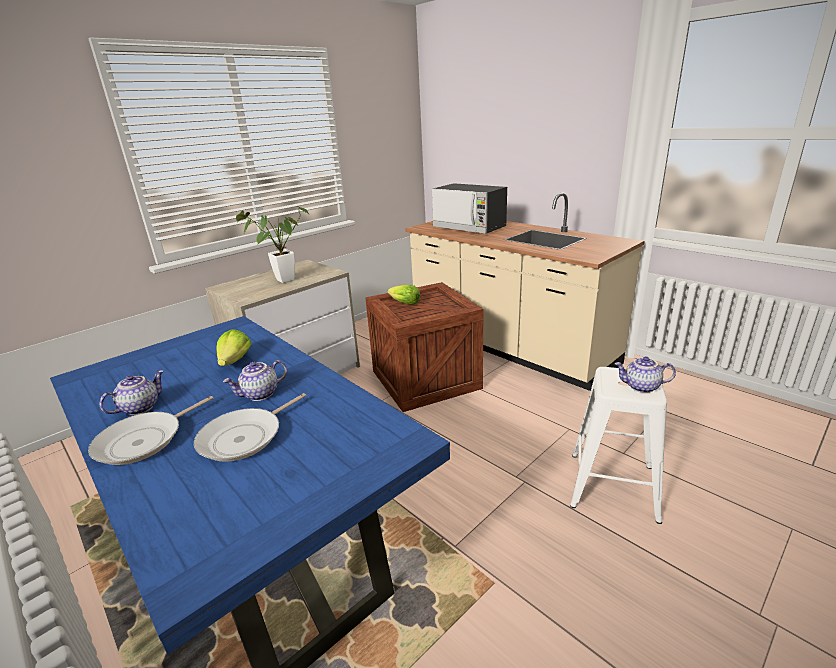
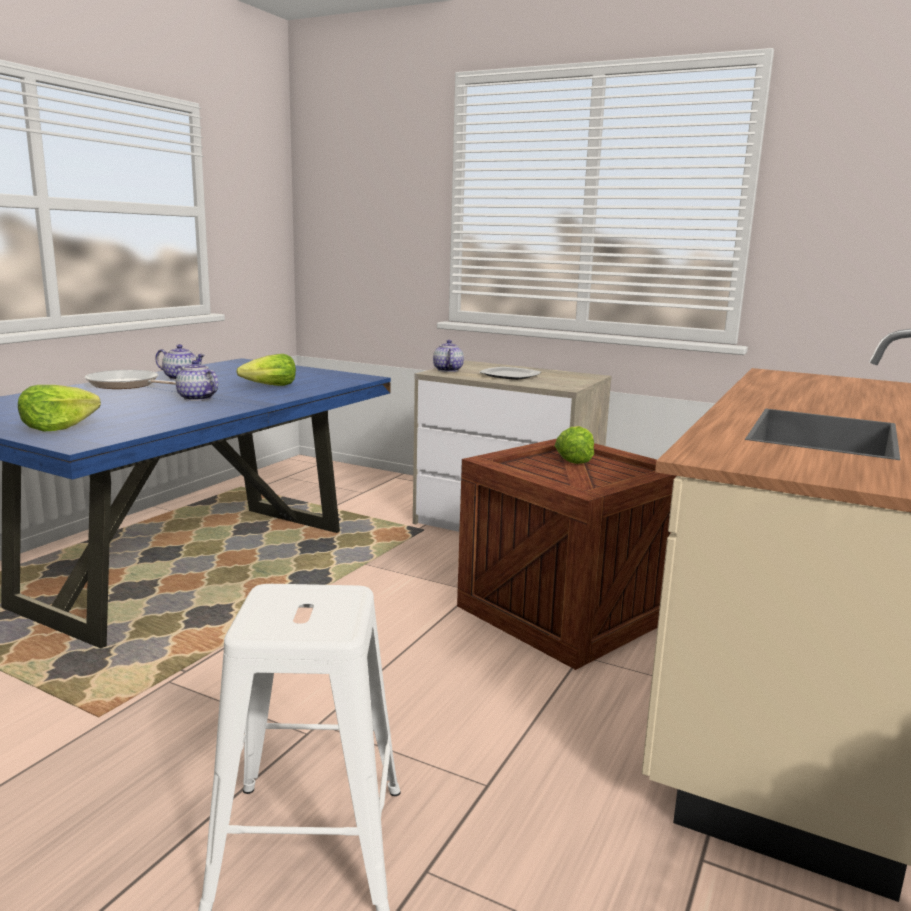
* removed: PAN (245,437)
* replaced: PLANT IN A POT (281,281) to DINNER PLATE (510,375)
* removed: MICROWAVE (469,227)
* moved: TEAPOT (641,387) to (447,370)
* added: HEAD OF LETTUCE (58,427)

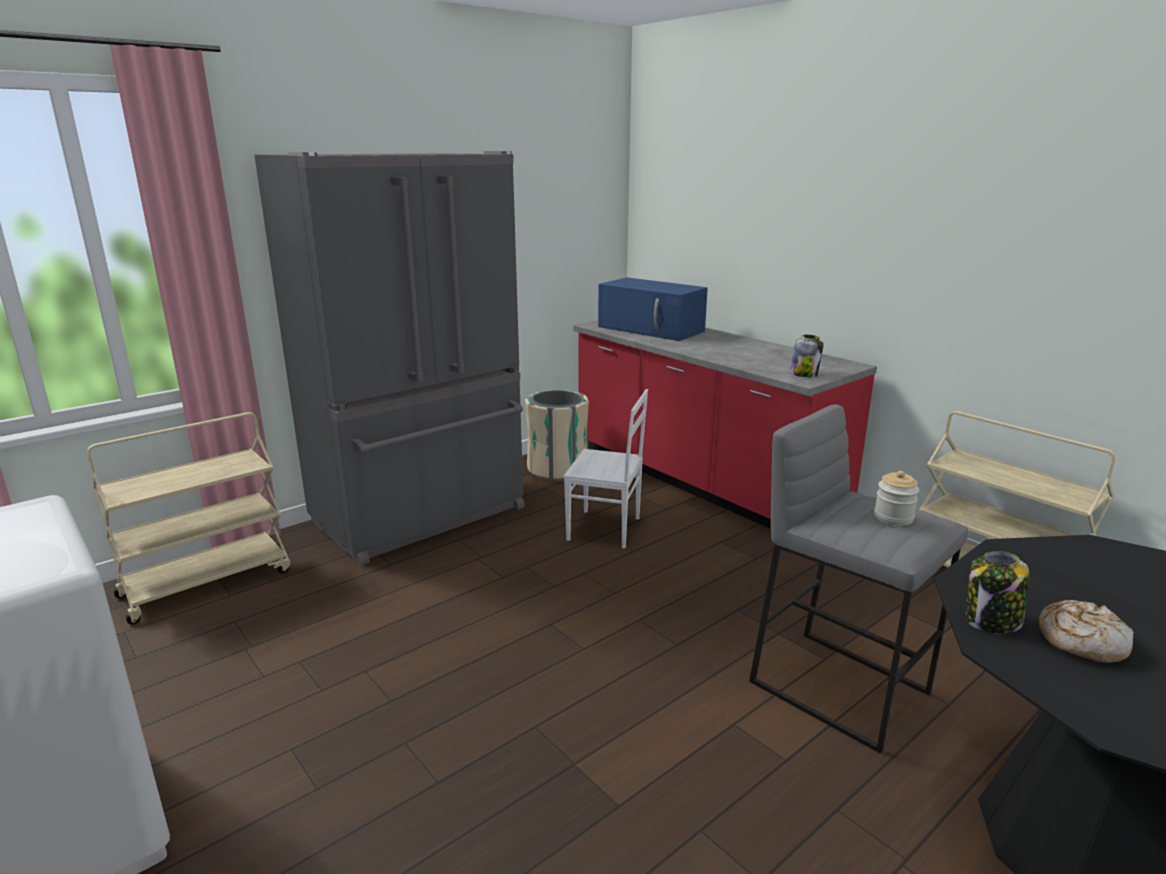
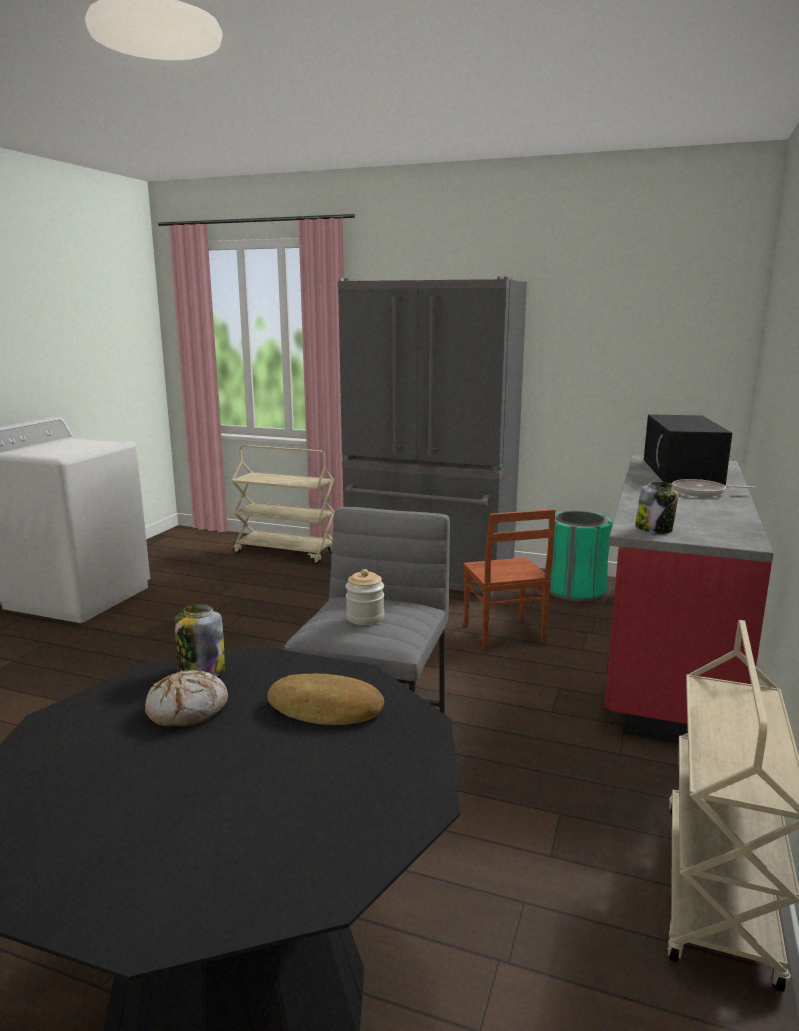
* recoloured: BEIGE-COLOURED WASTE BIN (557,470) to GREEN WASTE BIN (575,590)
* recoloured: WHITE PLAIN CHAIR (605,529) to BROWN PLAIN CHAIR (503,634)
* recoloured: BLUISH MICROWAVE (652,329) to BLACKISH MICROWAVE (682,471)
* added: BAKED BREAD (325,709)
* added: PAN (702,492)

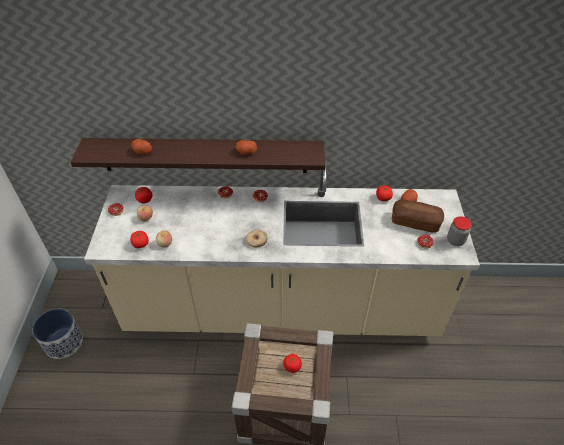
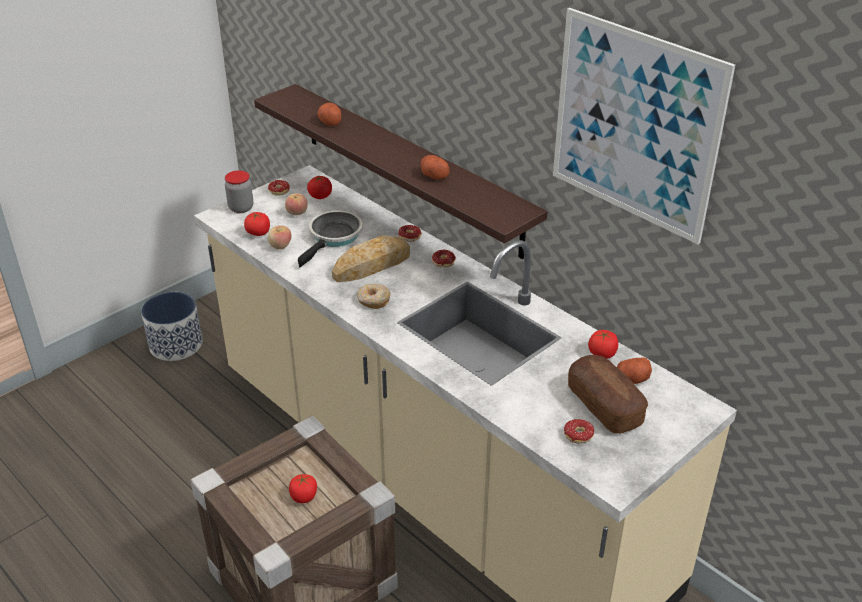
* moved: PRESERVE JAR (455,240) to (241,208)
* added: PAN (334,238)
* added: BAKED BREAD (372,265)
* added: PICTURE (635,125)

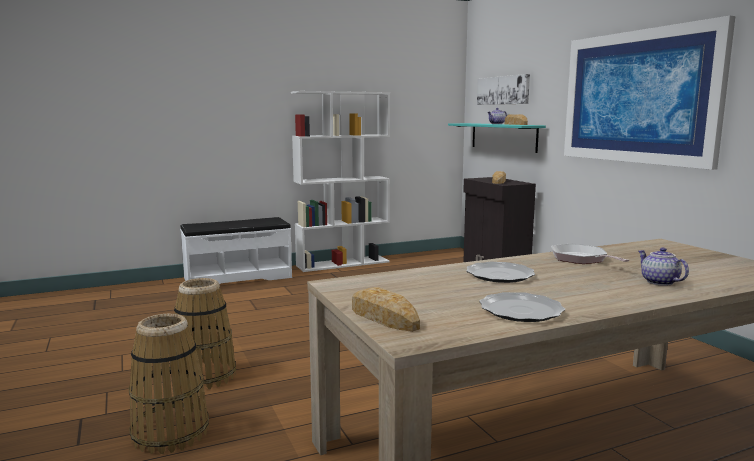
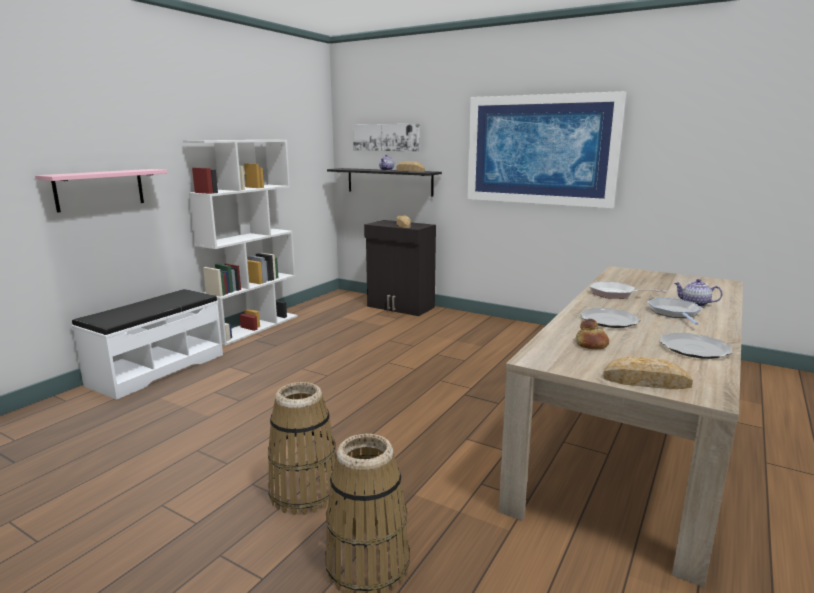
* recoloured: TURQUOISE BRACKET SHELF (503,137) to BLACKISH BRACKET SHELF (389,181)
* added: PINK BRACKET SHELF (100,189)
* added: BAKED BREAD (592,344)
* added: PAN (674,313)

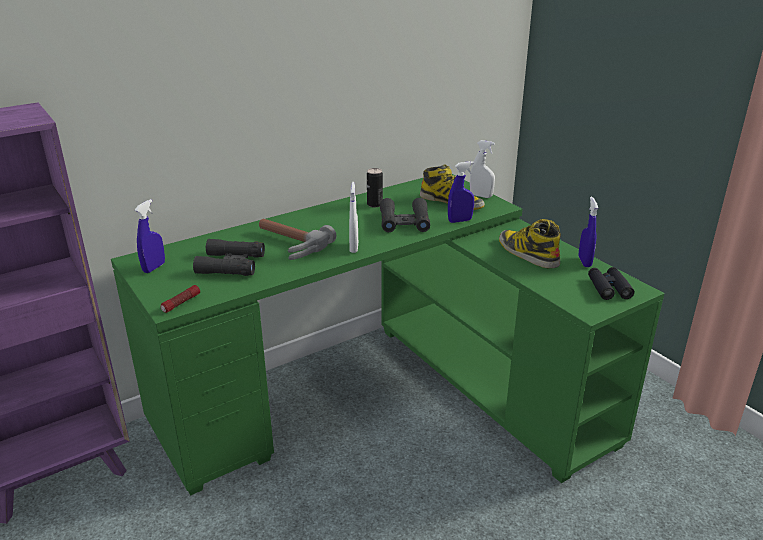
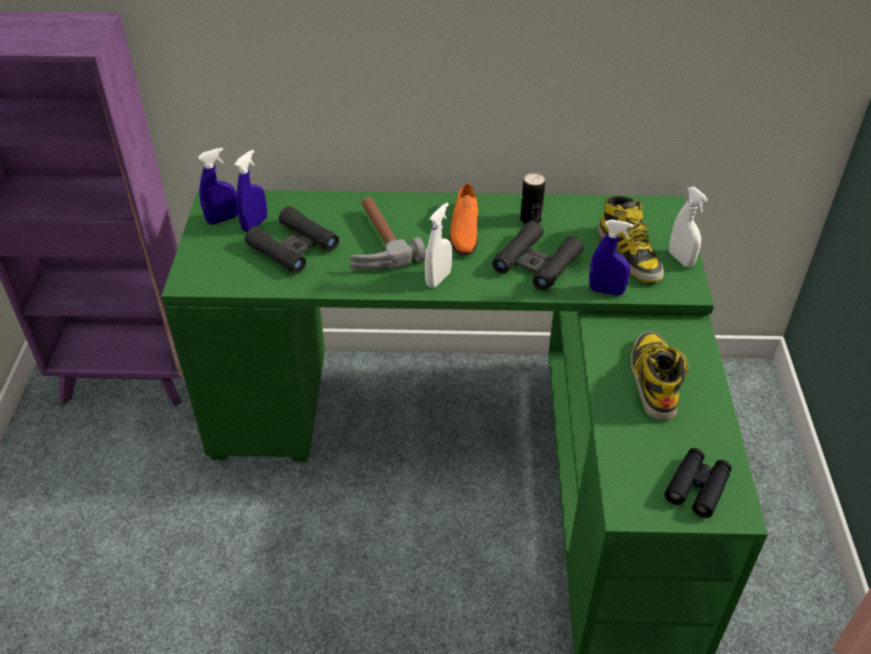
* removed: HAND TORCH (181,303)
* moved: BLUISH SPRAY BOTTLE (584,262) to (255,224)
* added: ORANGEY ITEM OF FOOTWEAR (464,229)

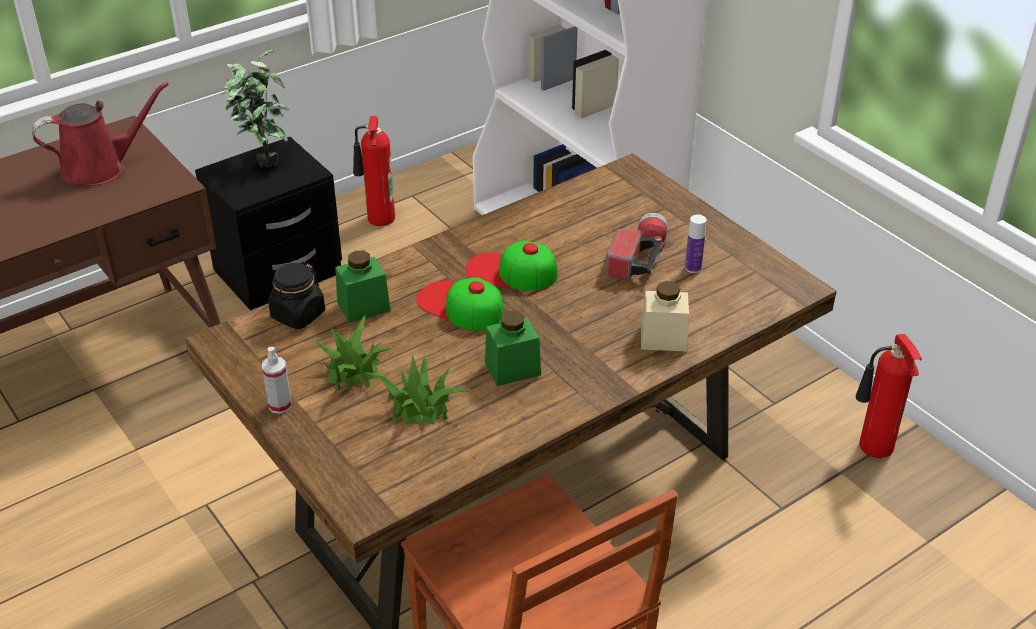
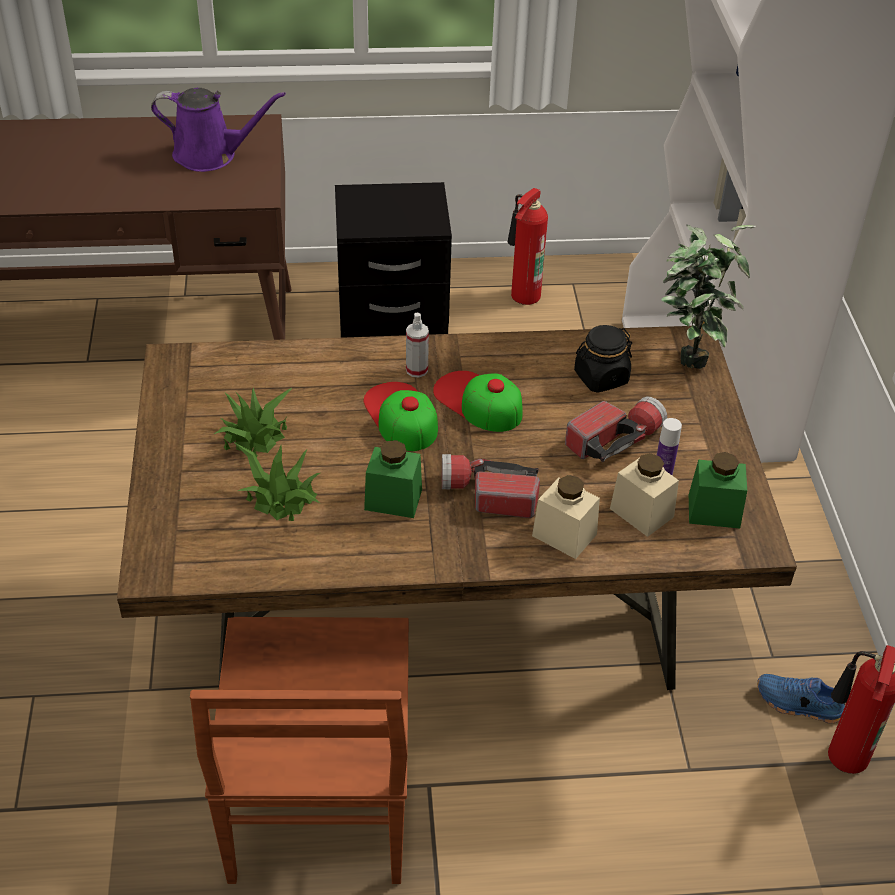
* recoloured: RED WATERING CAN (100,168) to PURPLE-COLOURED WATERING CAN (211,155)
* moved: PLANT IN A POT (263,159) to (690,352)
* moved: SPRAY BOTTLE (280,405) to (416,370)
* moved: BLACKISH PRESERVE JAR (298,315) to (600,377)
* moved: GREEN PRESERVE JAR (363,306) to (714,511)
* added: HAND TORCH (487,495)
* added: BEIGE-COLOURED PRESERVE JAR (641,512)
* added: BLUISH ITEM OF FOOTWEAR (798,705)

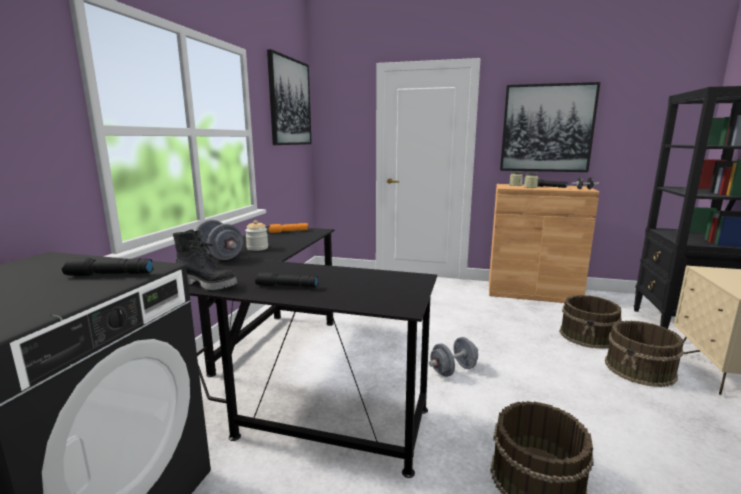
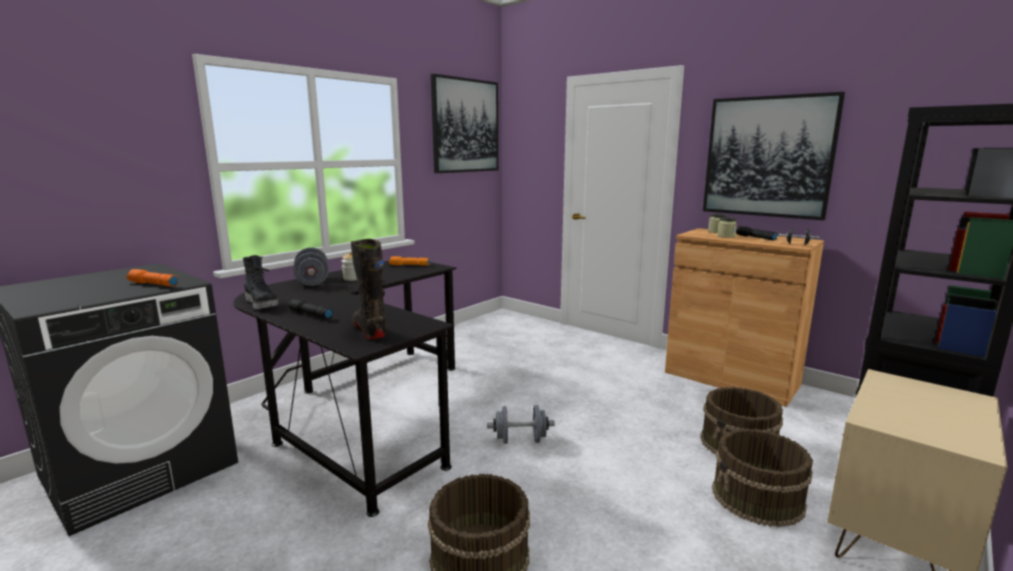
* recoloured: BLACKISH HAND TORCH (109,275) to ORANGEY HAND TORCH (153,284)
* added: BLACKISH HIGH-TOP BOOT (369,330)

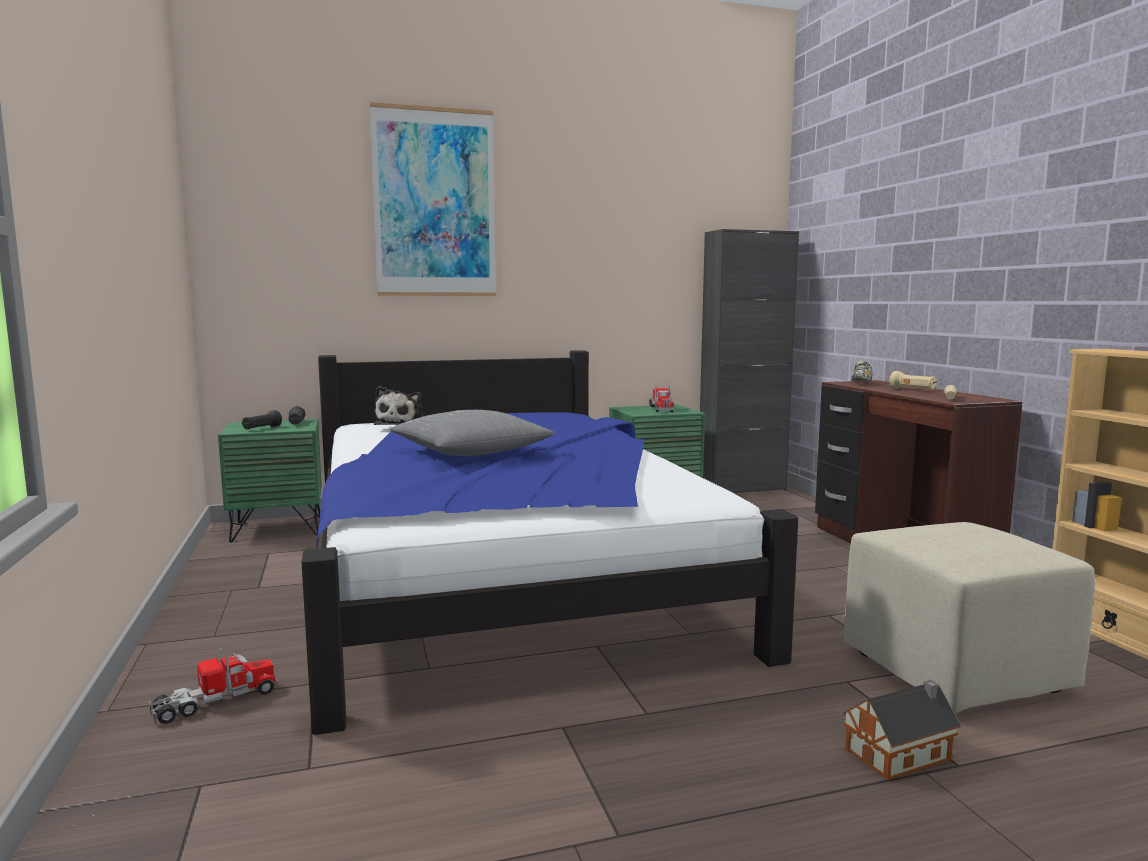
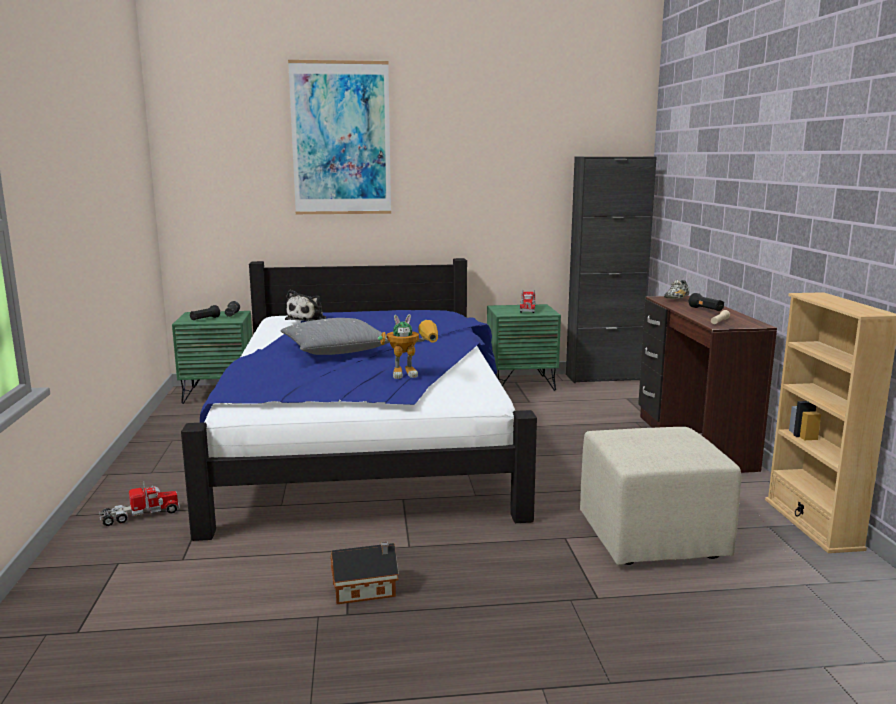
* moved: MINIATURE HOUSE (901,754) to (367,590)
* recoloured: BEIGE-COLOURED HAND TORCH (913,390) to BLACKISH HAND TORCH (706,310)
* added: MODEL ROBOT (414,373)

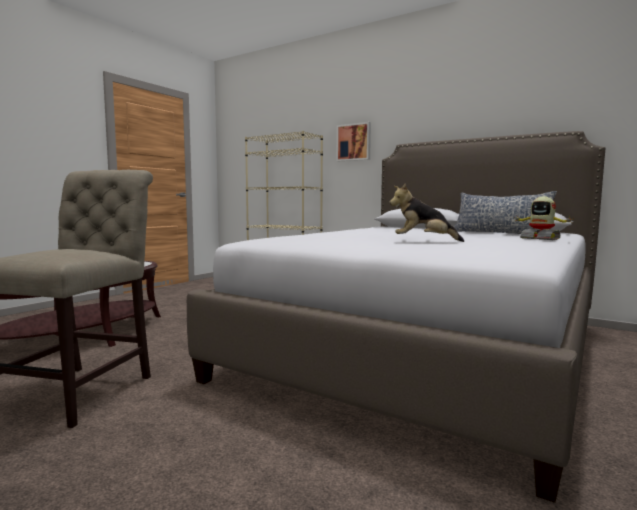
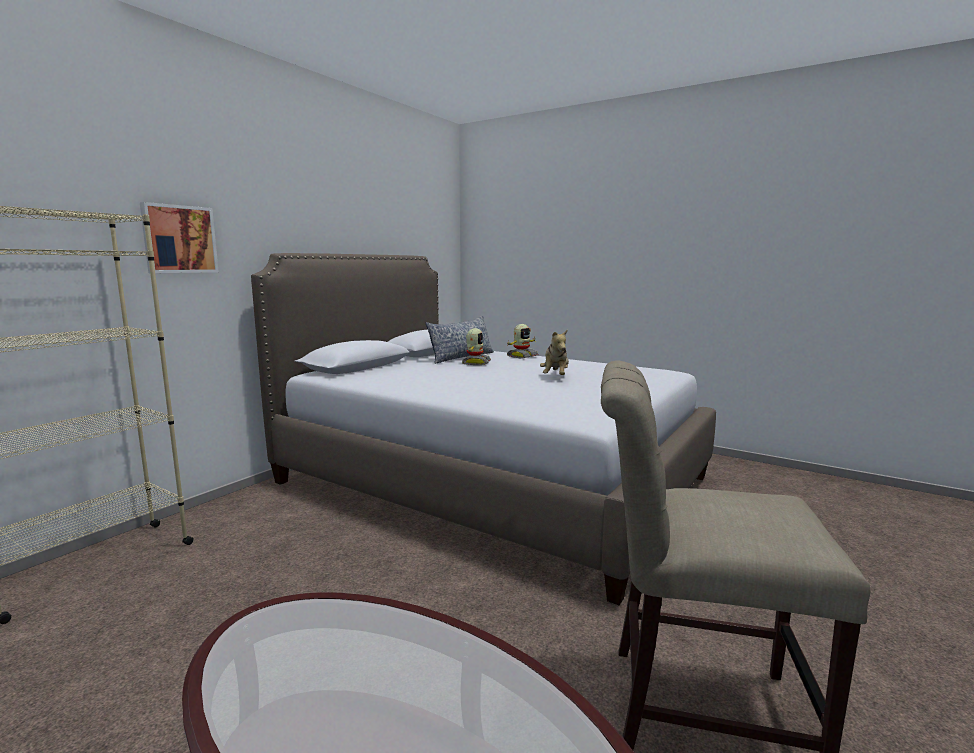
* added: MODEL ROBOT (475,363)

